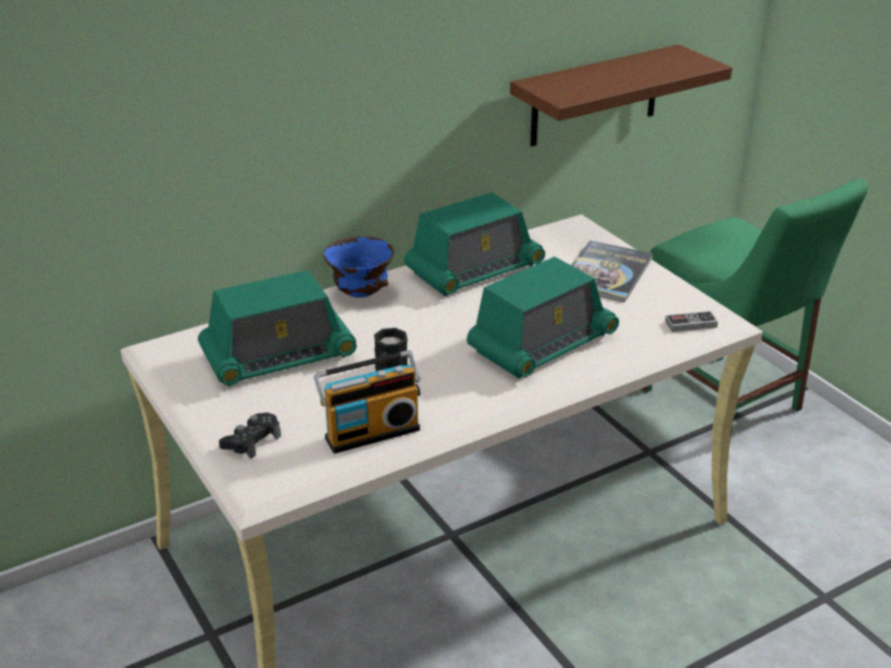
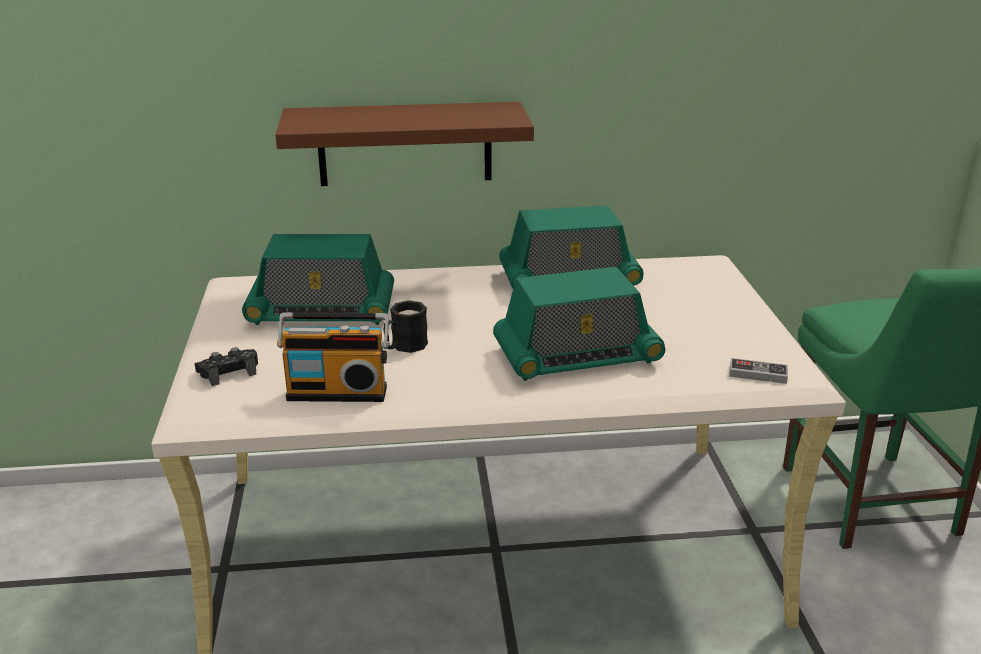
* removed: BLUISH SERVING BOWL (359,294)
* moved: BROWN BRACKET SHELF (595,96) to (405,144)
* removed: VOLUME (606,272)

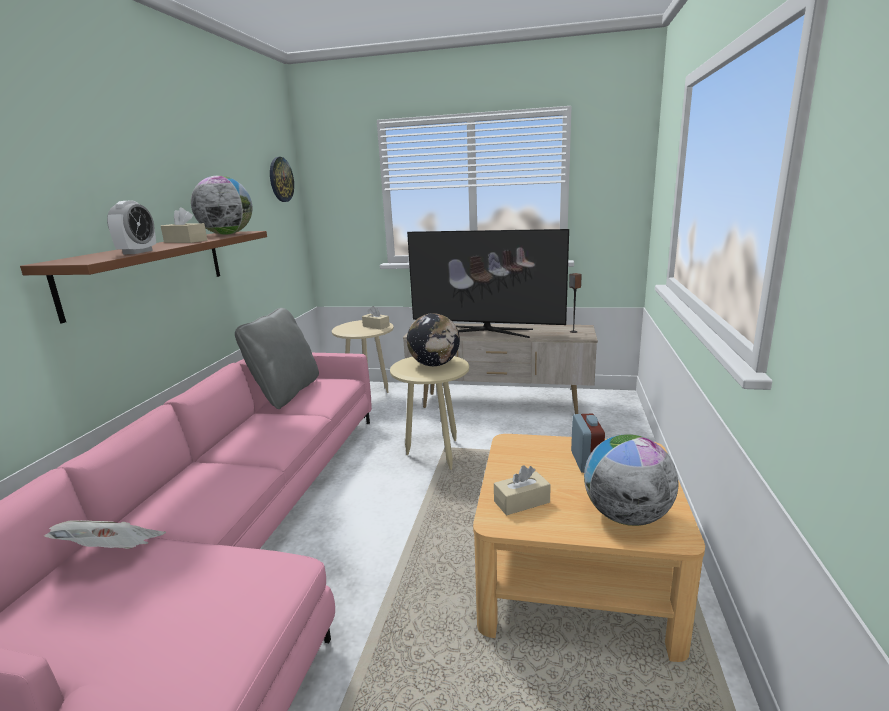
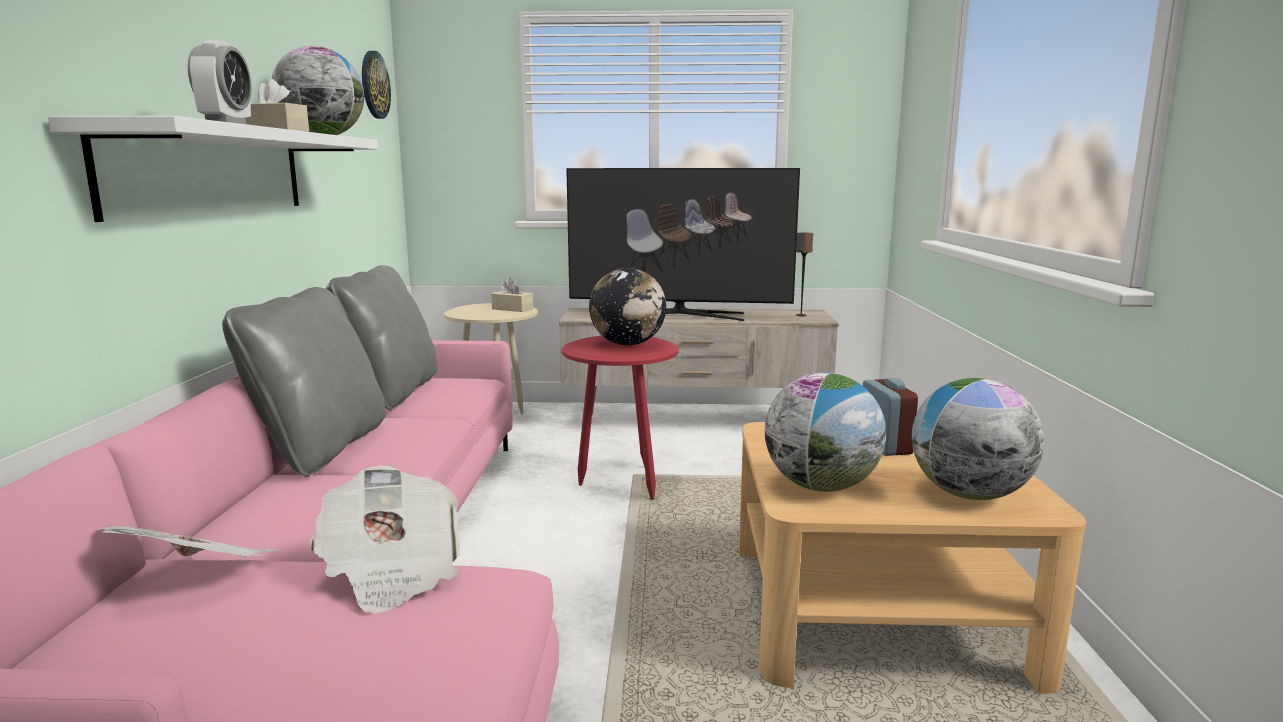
* recoloured: BROWN BRACKET SHELF (149,270) to WHITE BRACKET SHELF (212,172)
* recoloured: BEIGE-COLOURED SIDE TABLE (434,454) to RED SIDE TABLE (621,483)
* replaced: BEIGE-COLOURED TISSUE HOLDER (521,502) to WORLD GLOBE (821,486)
* added: GREYISH PILLOW (321,449)
* added: NEWSPAPER (391,572)

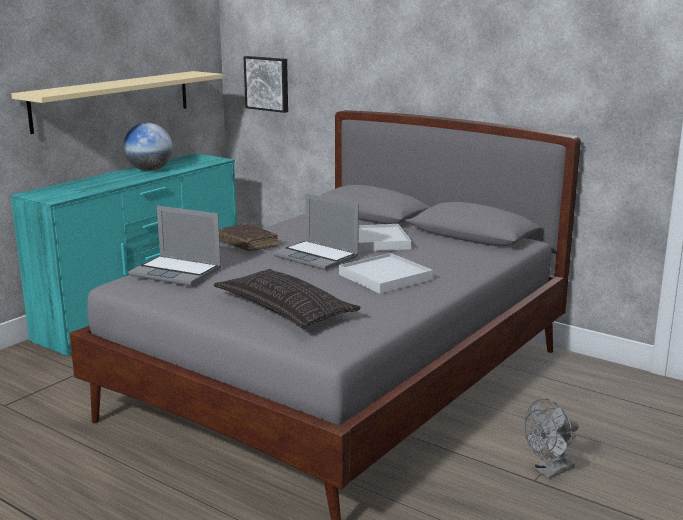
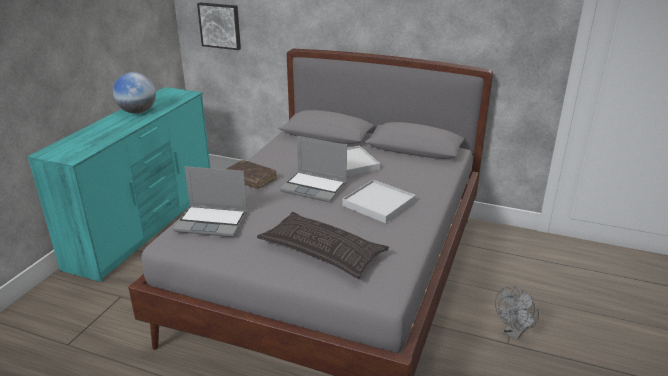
* removed: BEIGE-COLOURED BRACKET SHELF (113,100)

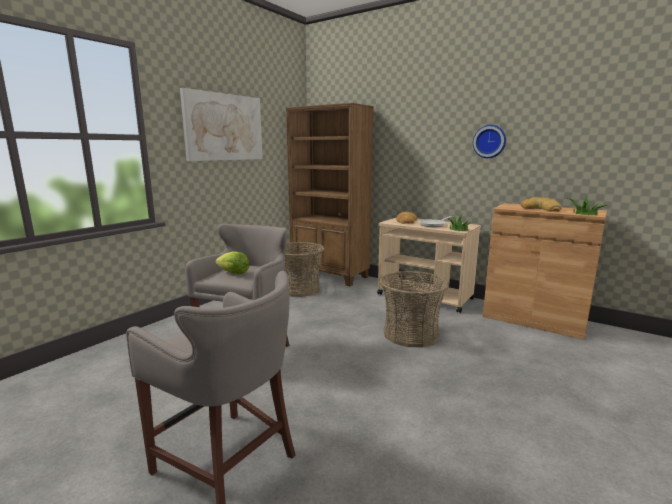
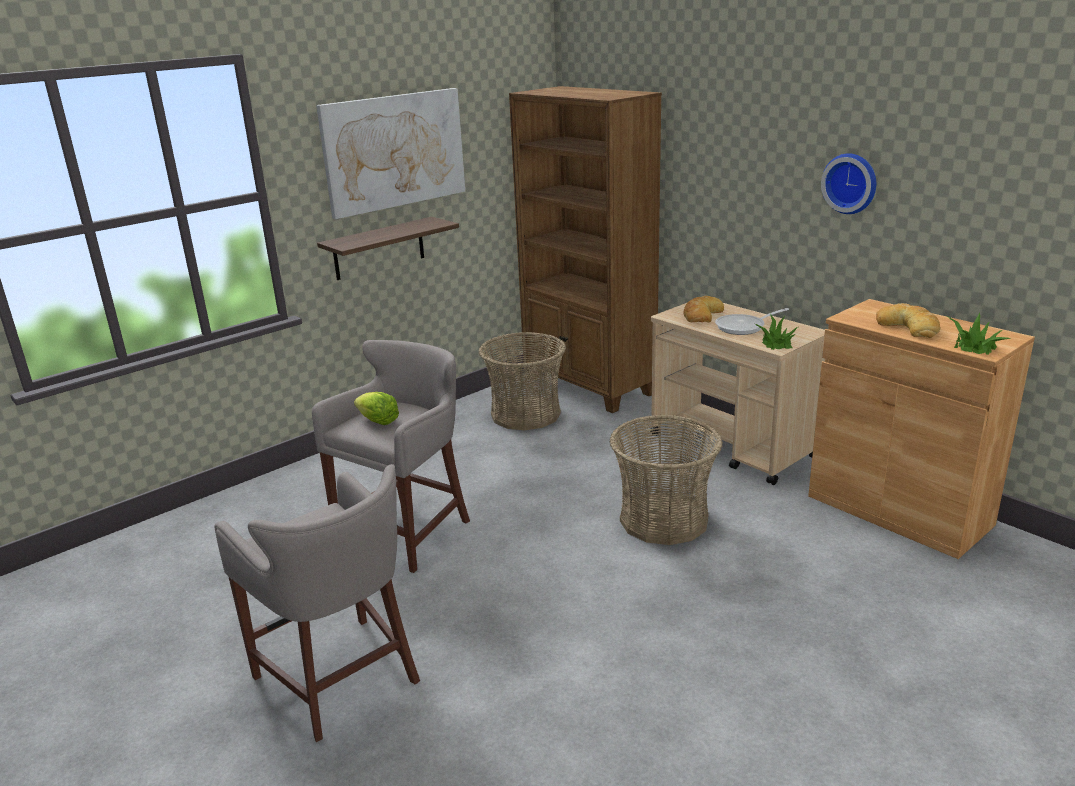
* added: BRACKET SHELF (379,248)

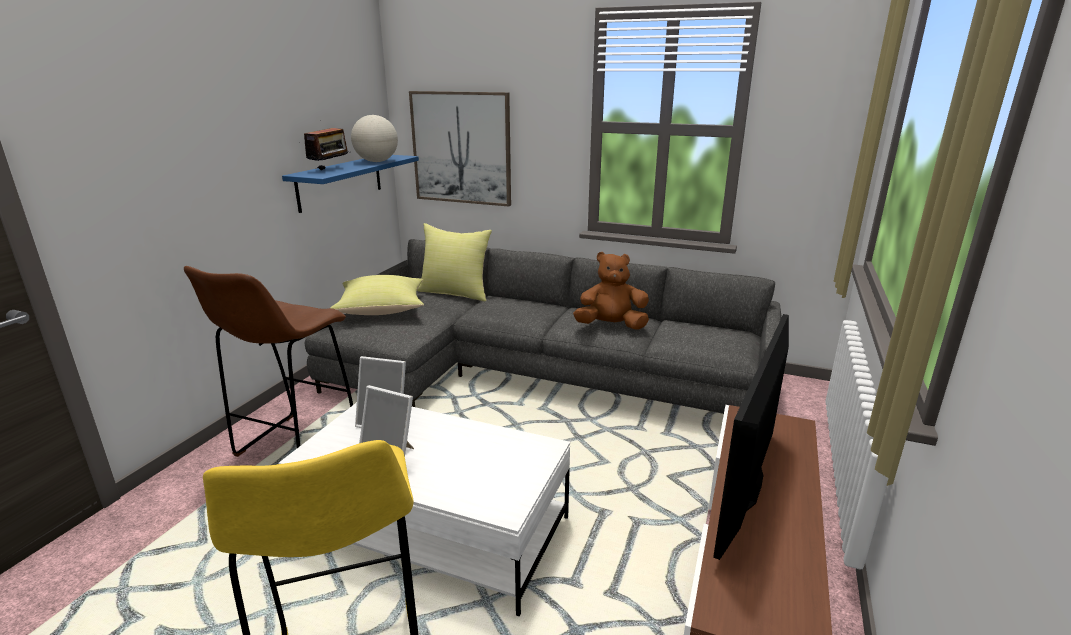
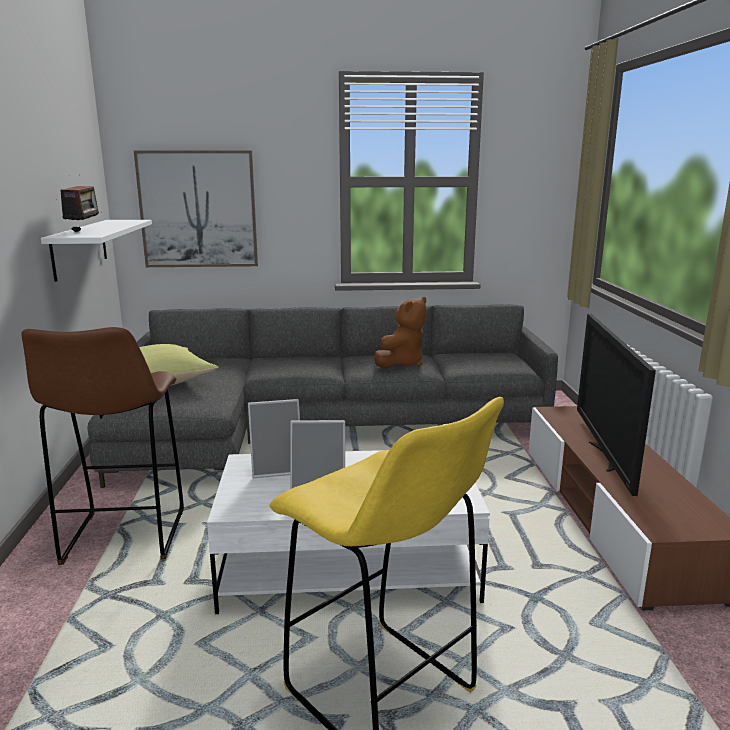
* recoloured: BLUISH BRACKET SHELF (340,182) to WHITE BRACKET SHELF (80,248)
* removed: WORLD GLOBE (376,161)
* removed: YELLOWISH PILLOW (455,293)
* turned: BROWN PLUSH TOY (611,326) = (401,363) 150 degrees clockwise

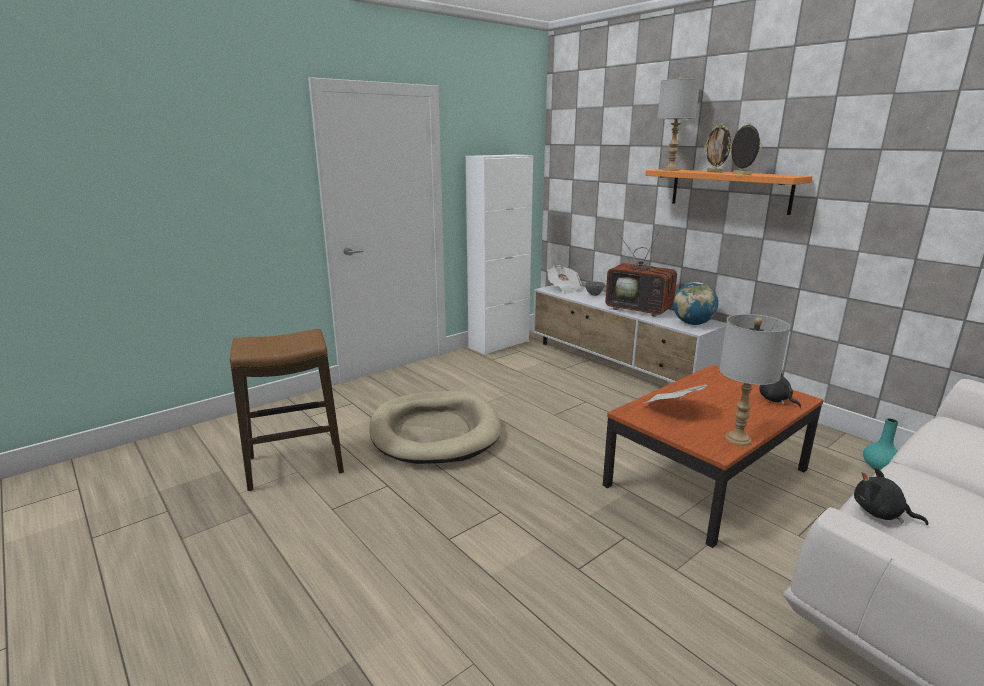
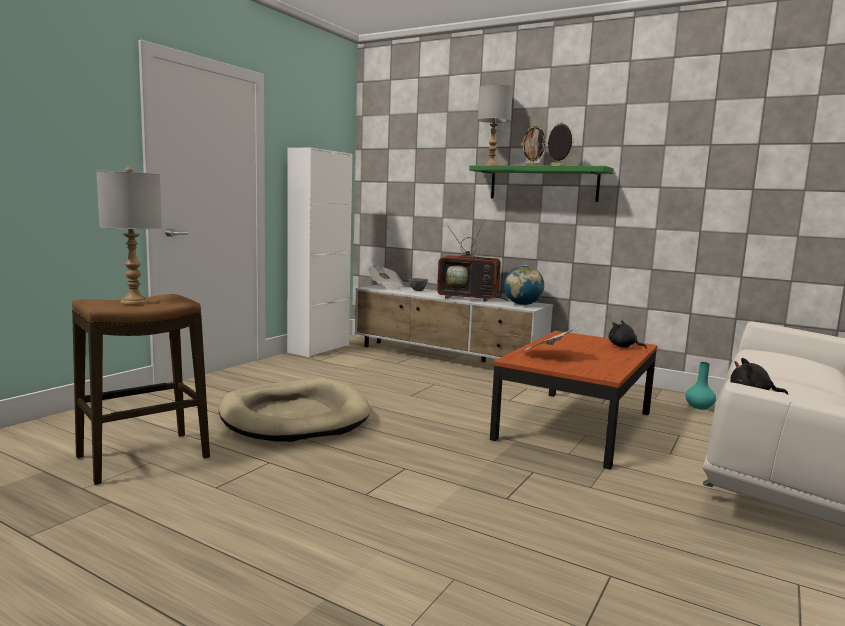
* recoloured: ORANGEY BRACKET SHELF (729,190) to GREEN BRACKET SHELF (543,184)
* moved: GREYISH TABLE LAMP (738,439) to (134,302)

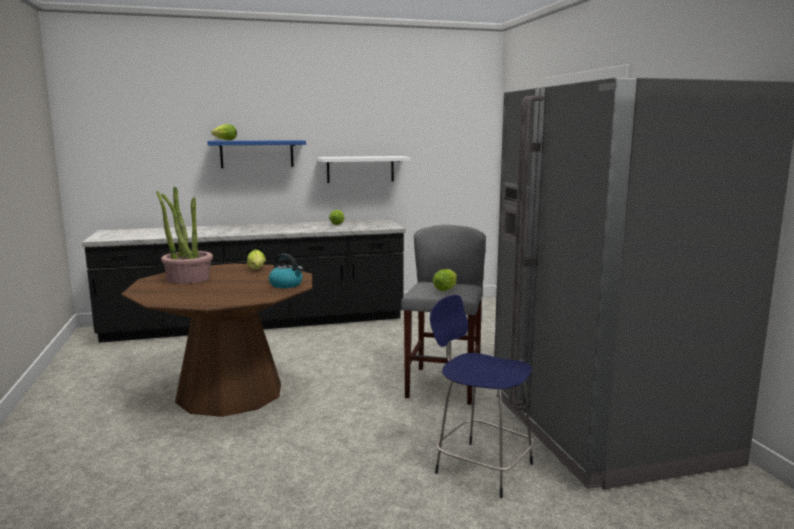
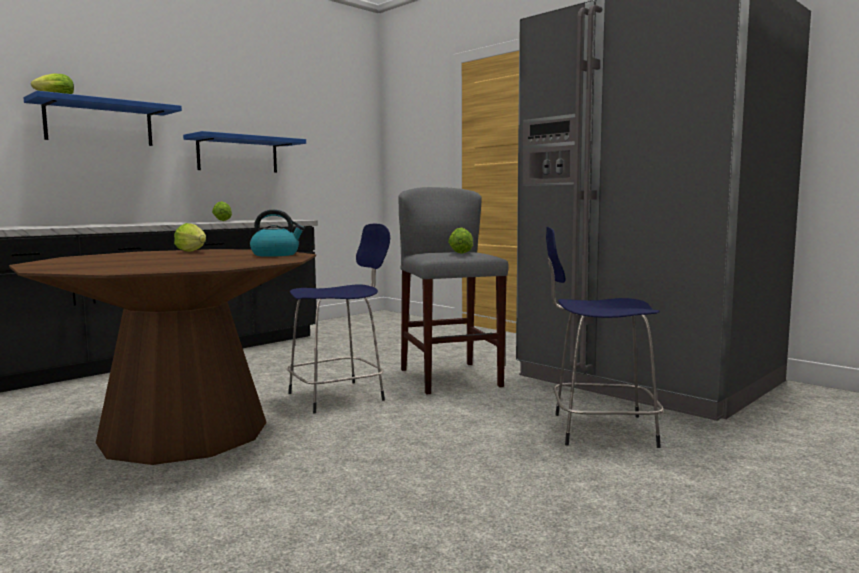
* removed: PLANT IN A POT (188,278)
* recoloured: WHITE BRACKET SHELF (360,169) to BLUISH BRACKET SHELF (238,155)
* added: BLUISH SITTING STOOL (339,396)

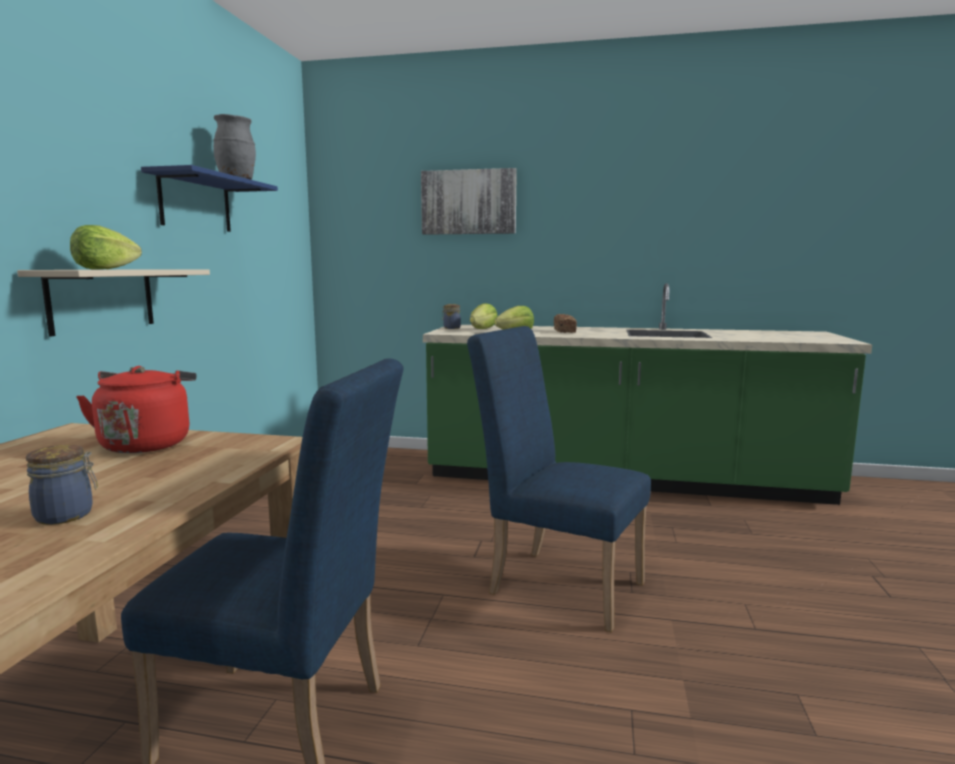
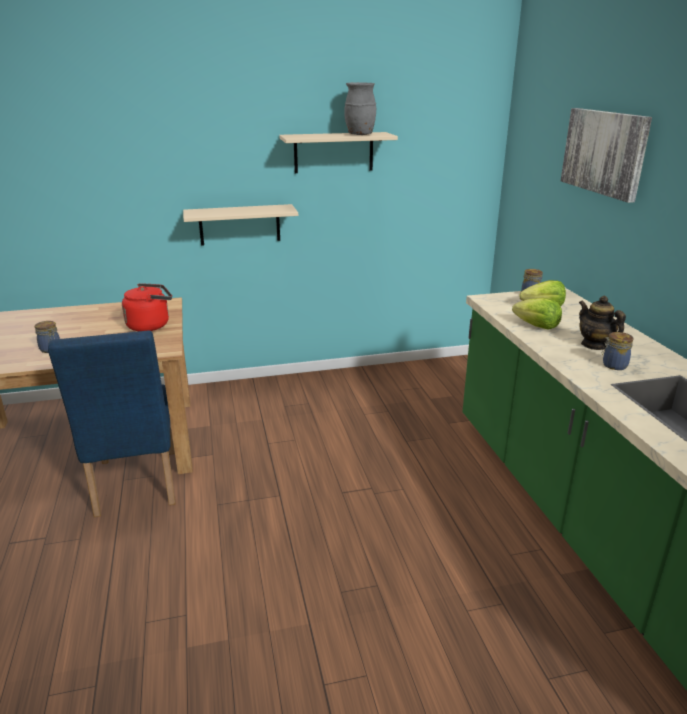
* removed: HEAD OF LETTUCE (105,269)
* recoloured: BLUISH BRACKET SHELF (195,203) to BEIGE-COLOURED BRACKET SHELF (333,152)
* removed: BLUISH PLAIN CHAIR (556,583)
* replaced: BAKED BREAD (564,331) to TEAPOT (595,345)
* added: PRESERVE JAR (613,365)

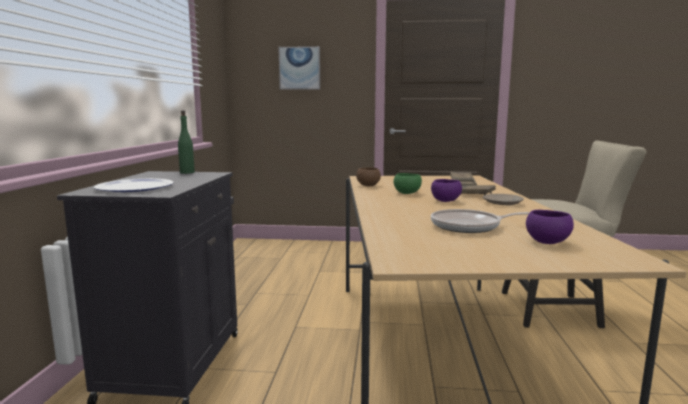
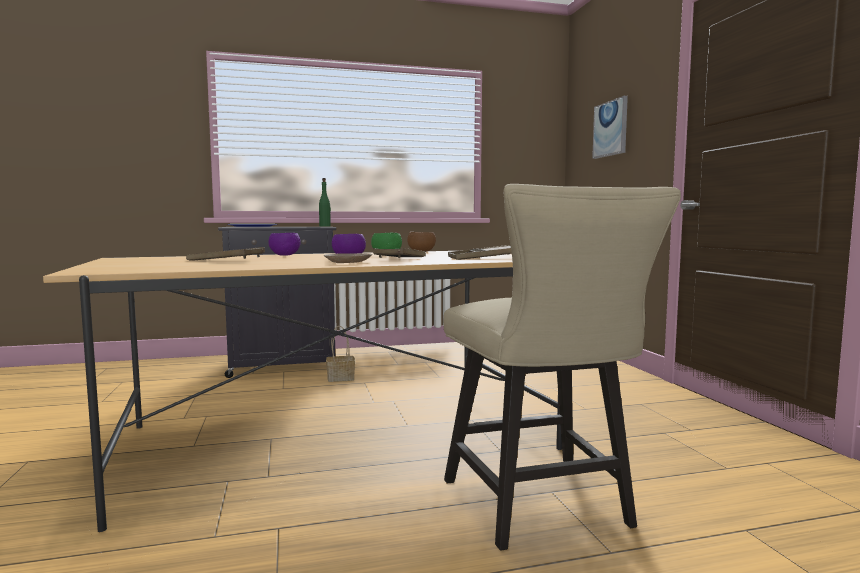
* replaced: PAN (469,226) to BROWN CARRYING TRAY (226,260)
* moved: PURPLE-COLOURED SERVING BOWL (547,242) to (284,255)
* added: STORAGE BASKET (340,378)

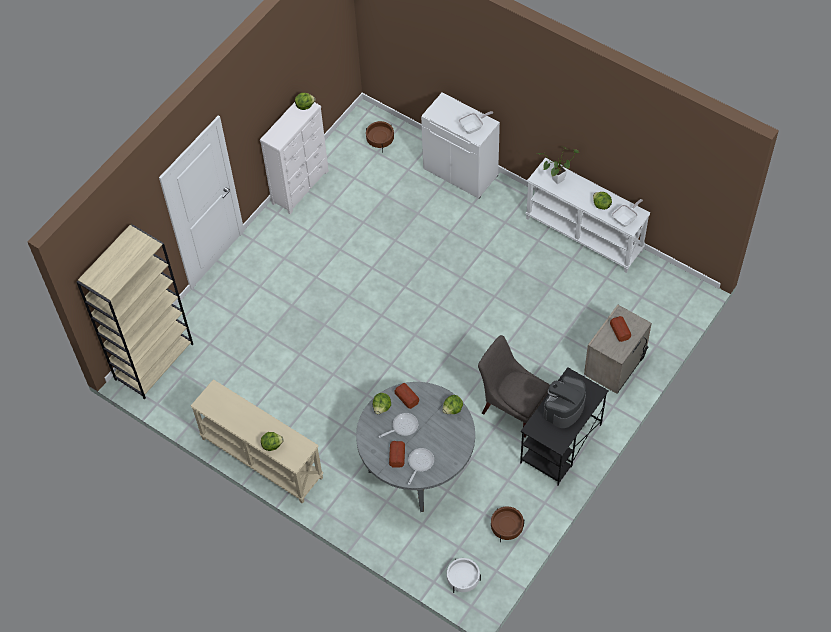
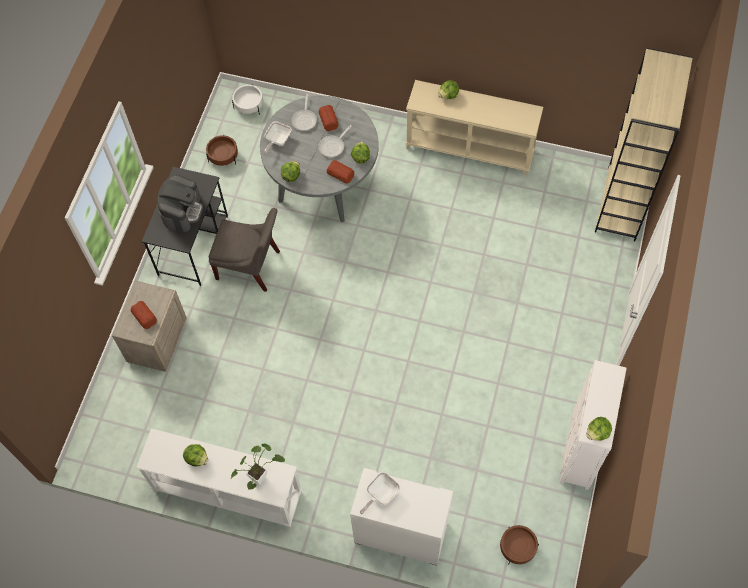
* moved: PAN (626,219) to (277,141)

